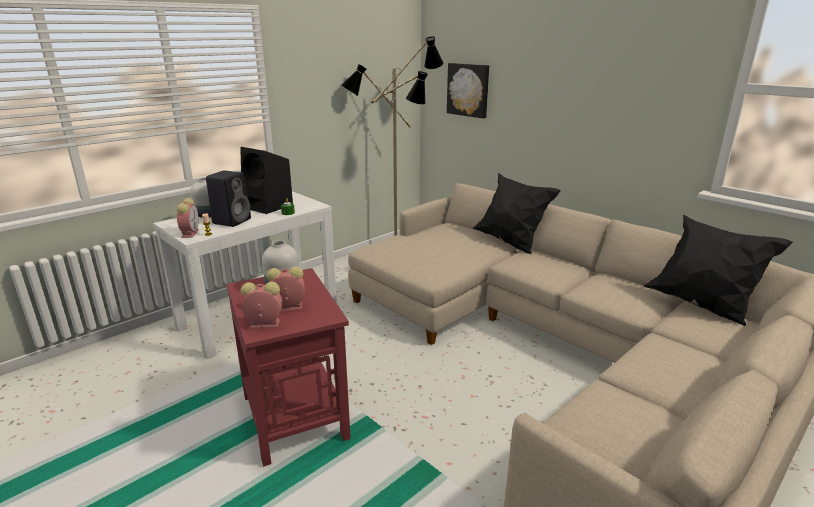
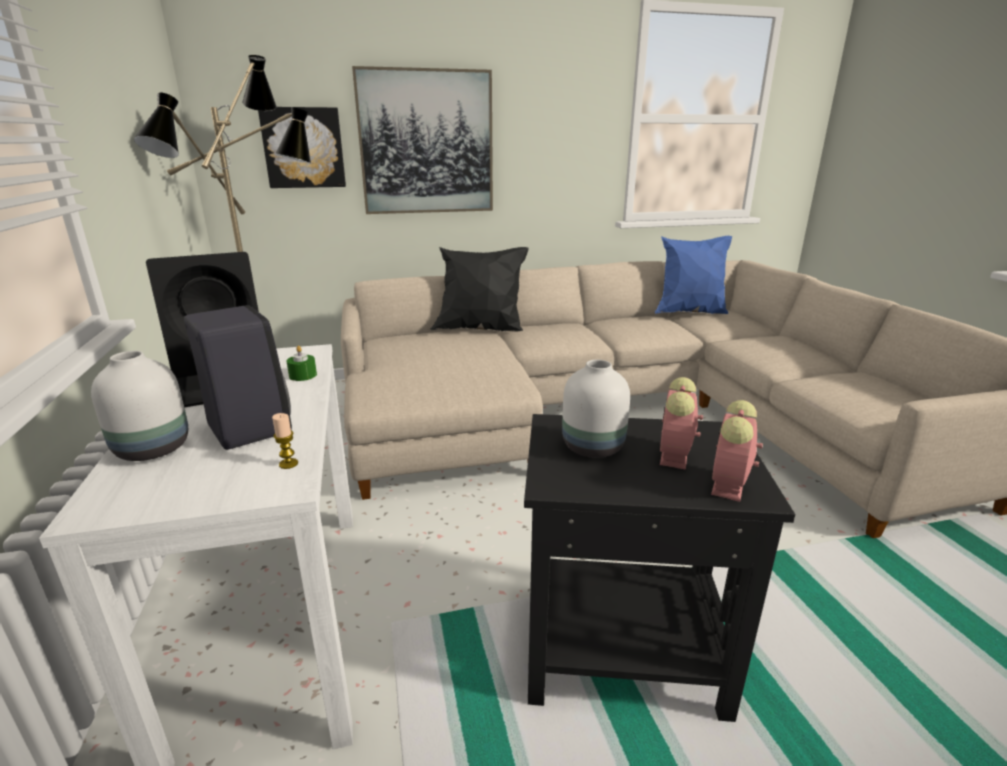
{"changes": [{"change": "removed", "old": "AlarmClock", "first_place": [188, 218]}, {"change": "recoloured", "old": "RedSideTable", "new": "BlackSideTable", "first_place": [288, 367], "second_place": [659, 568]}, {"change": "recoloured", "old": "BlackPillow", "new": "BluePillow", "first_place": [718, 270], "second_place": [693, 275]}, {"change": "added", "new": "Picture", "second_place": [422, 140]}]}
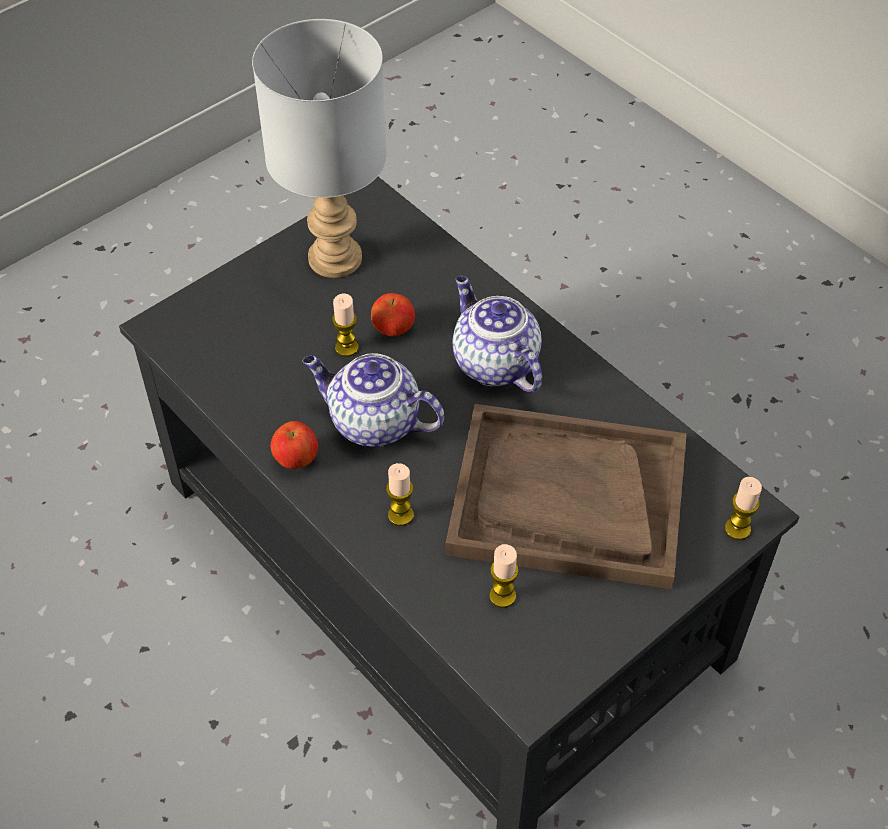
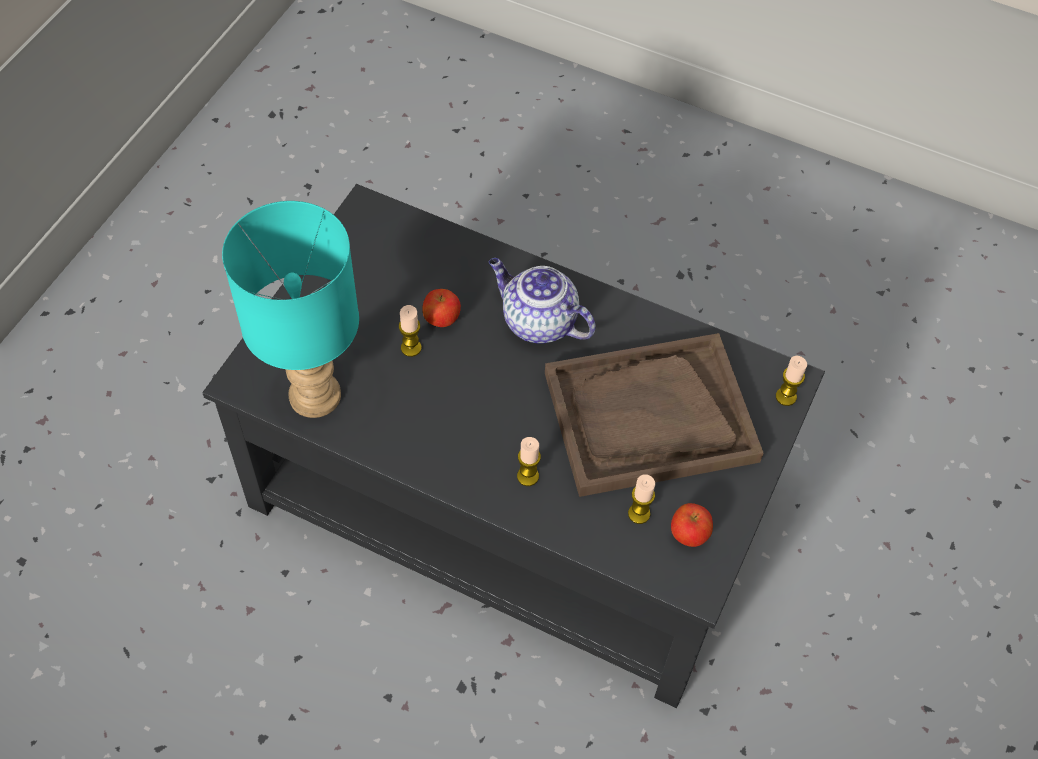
{"changes": [{"change": "removed", "old": "GreyTableLamp", "first_place": [319, 148]}, {"change": "moved", "old": "Apple", "first_place": [294, 445], "second_place": [692, 525]}, {"change": "removed", "old": "Teapot", "first_place": [373, 400]}, {"change": "added", "new": "TurquoiseTableLamp", "second_place": [290, 309]}]}
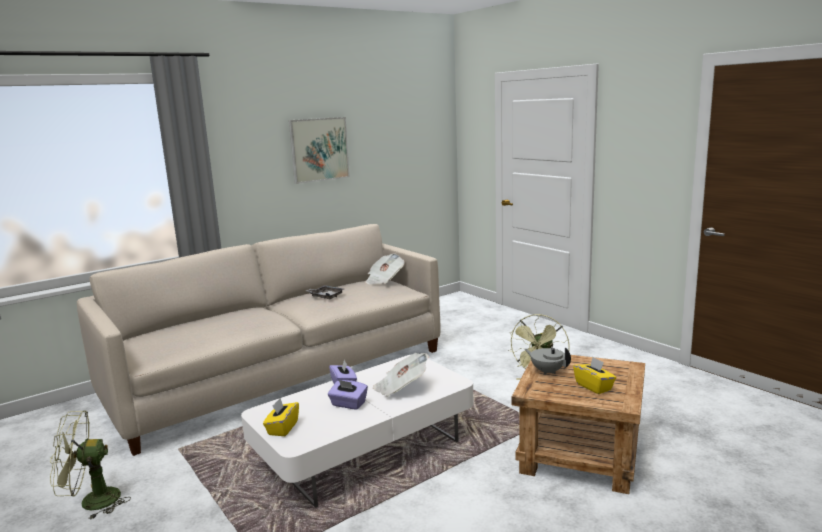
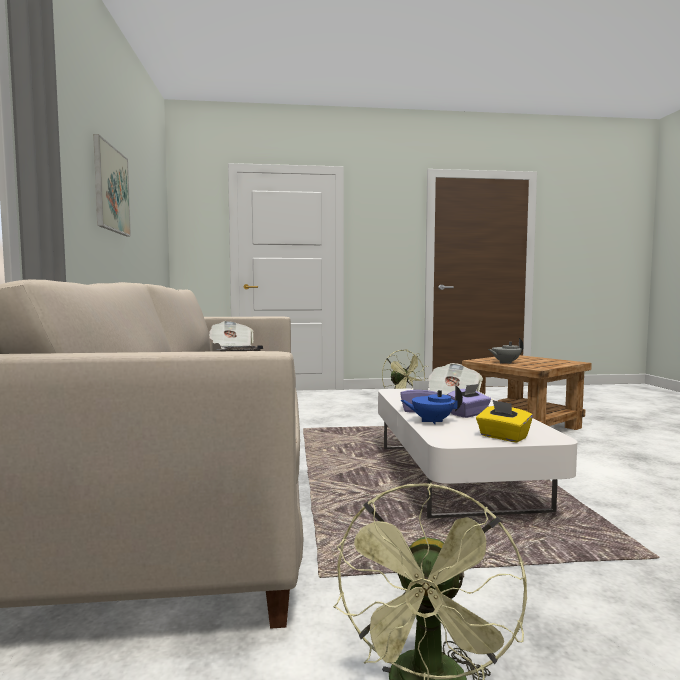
{"changes": [{"change": "removed", "old": "YellowTissueBox", "first_place": [594, 375]}, {"change": "added", "new": "BlueTeapot", "second_place": [432, 404]}]}
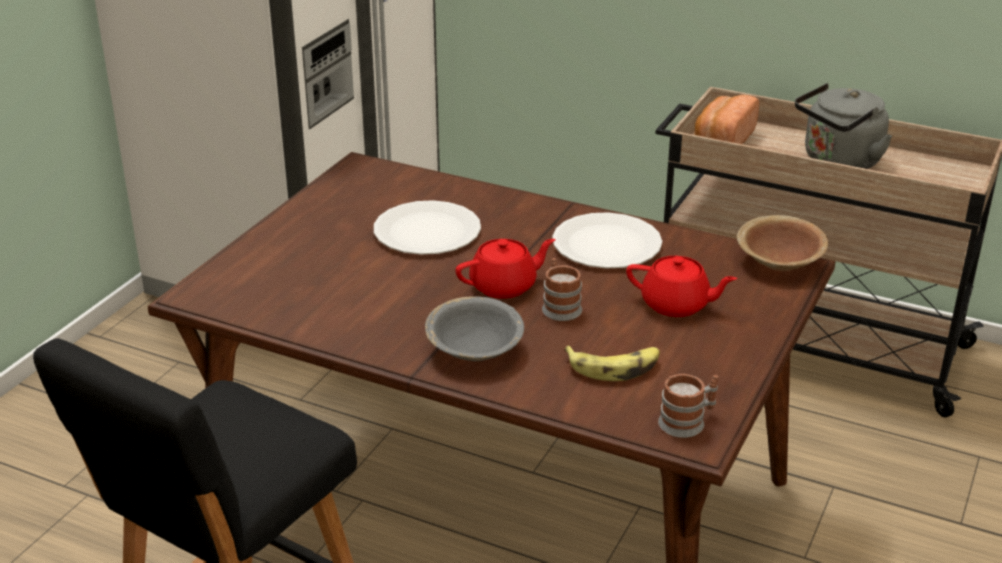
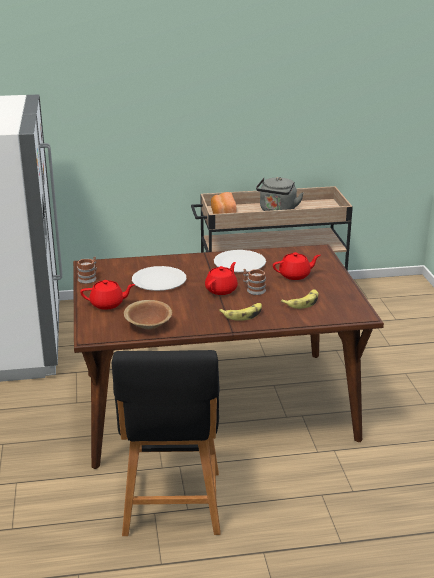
{"changes": [{"change": "replaced", "old": "GreyBowl", "new": "Banana", "first_place": [474, 328], "second_place": [240, 312]}, {"change": "moved", "old": "Mug", "first_place": [688, 406], "second_place": [87, 270]}, {"change": "moved", "old": "BrownBowl", "first_place": [782, 243], "second_place": [148, 315]}, {"change": "added", "new": "RedTeapot", "second_place": [107, 295]}]}
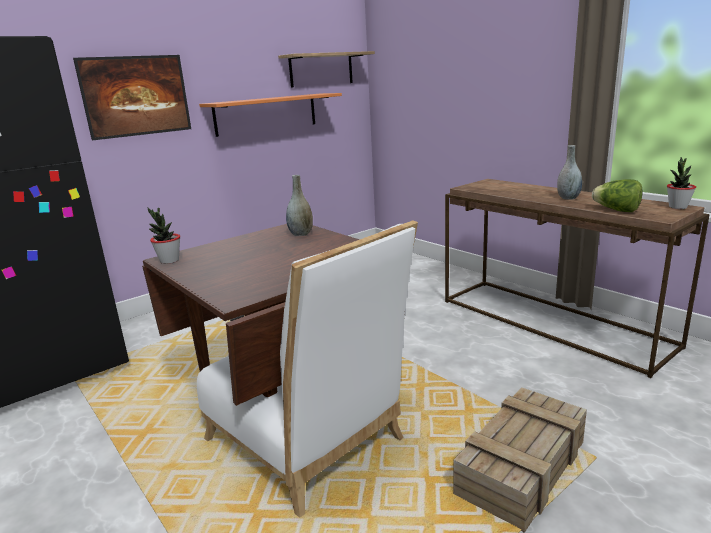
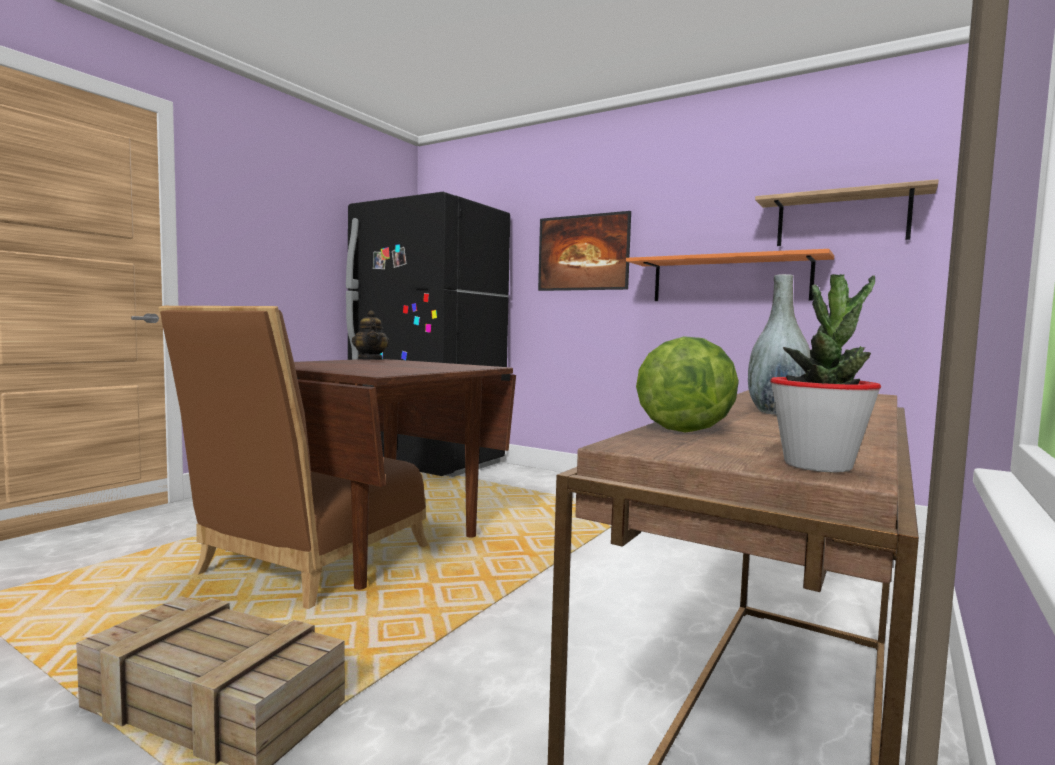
{"changes": [{"change": "replaced", "old": "PottedPlant", "new": "Teapot", "first_place": [164, 236], "second_place": [371, 335]}, {"change": "recoloured", "old": "WhiteChair", "new": "BrownChair", "first_place": [307, 369], "second_place": [293, 457]}, {"change": "removed", "old": "GreyVase", "first_place": [299, 205]}]}
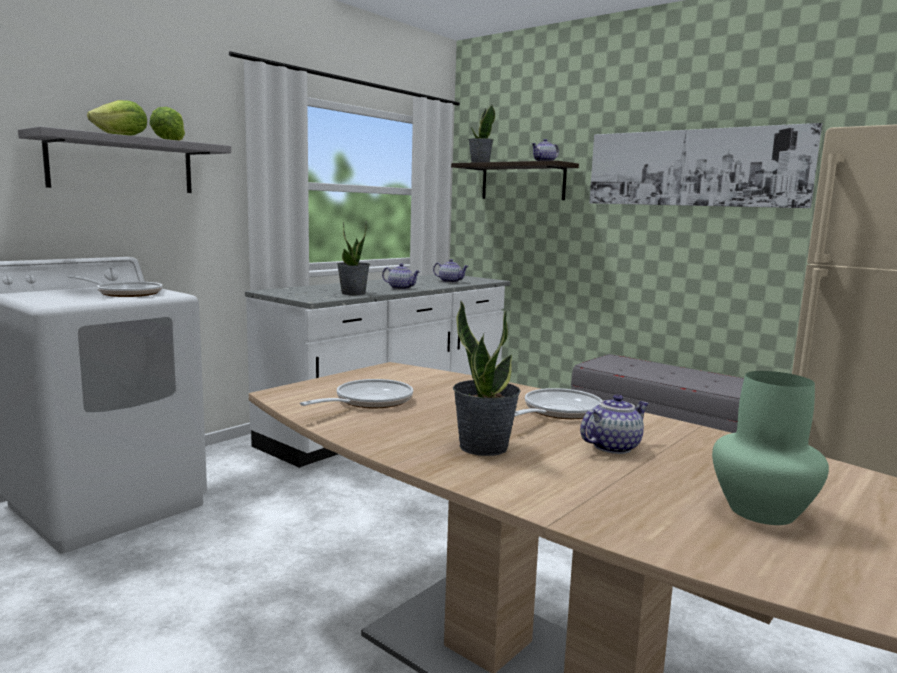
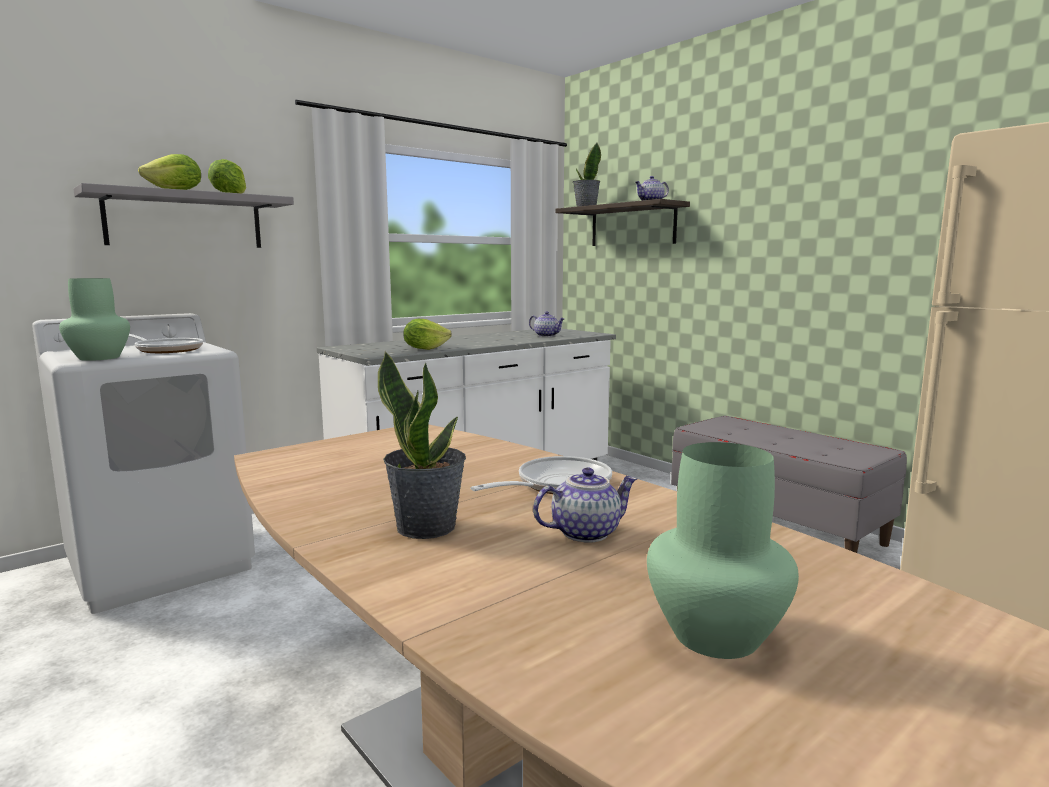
{"changes": [{"change": "removed", "old": "FryingPan", "first_place": [356, 393]}, {"change": "replaced", "old": "PottedPlant", "new": "Lettuce", "first_place": [353, 258], "second_place": [427, 334]}, {"change": "removed", "old": "Teapot", "first_place": [401, 276]}, {"change": "removed", "old": "Picture", "first_place": [705, 165]}, {"change": "added", "new": "GreenVase", "second_place": [94, 319]}]}
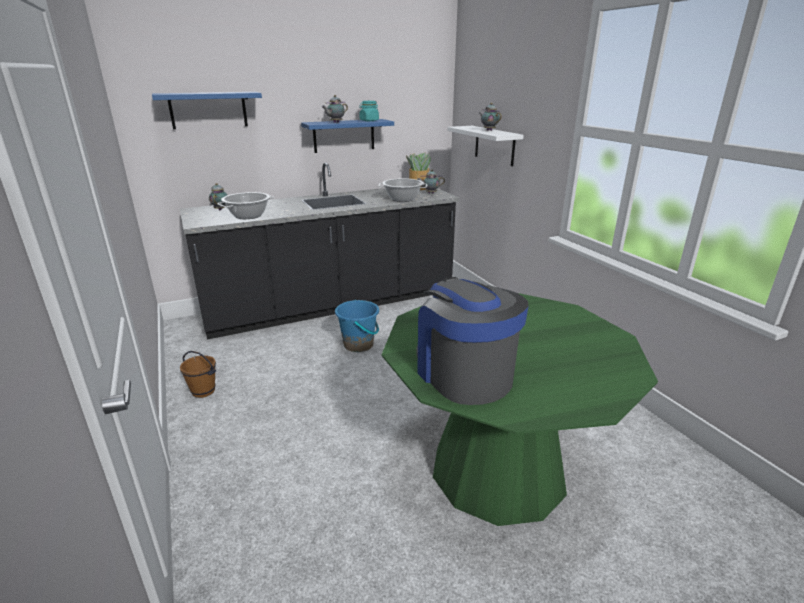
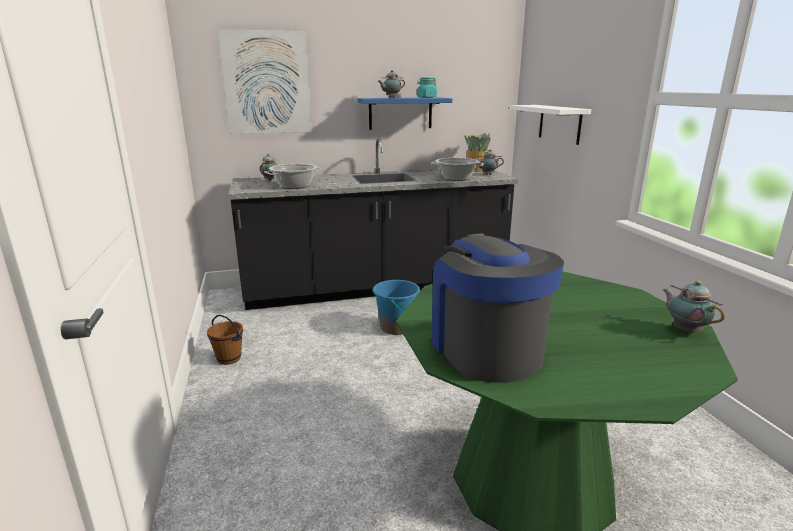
{"changes": [{"change": "replaced", "old": "BlueShelf", "new": "Picture", "first_place": [207, 110], "second_place": [265, 81]}, {"change": "moved", "old": "Teapot", "first_place": [490, 117], "second_place": [694, 307]}]}
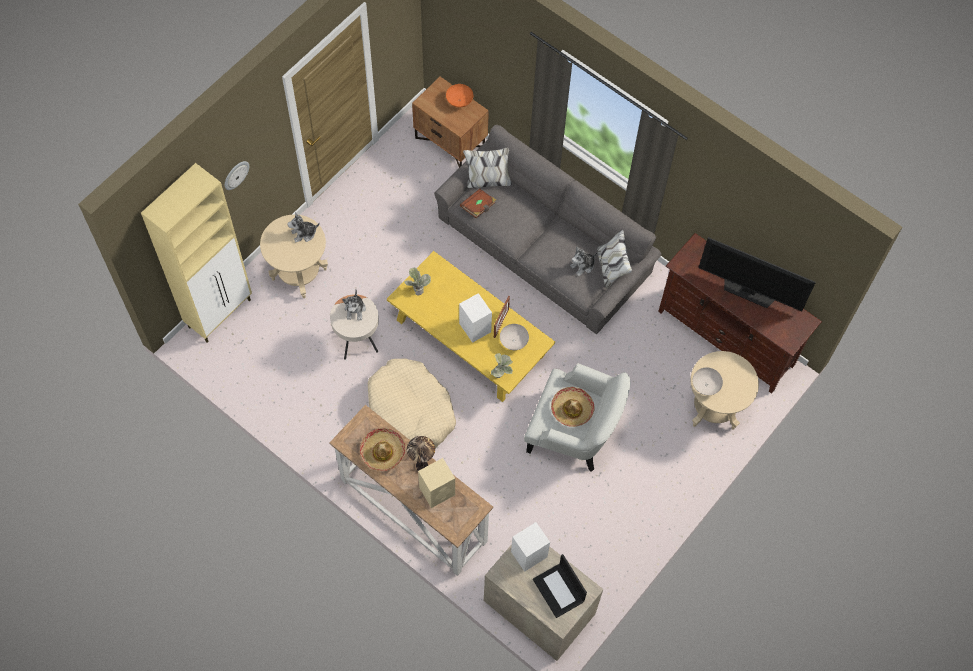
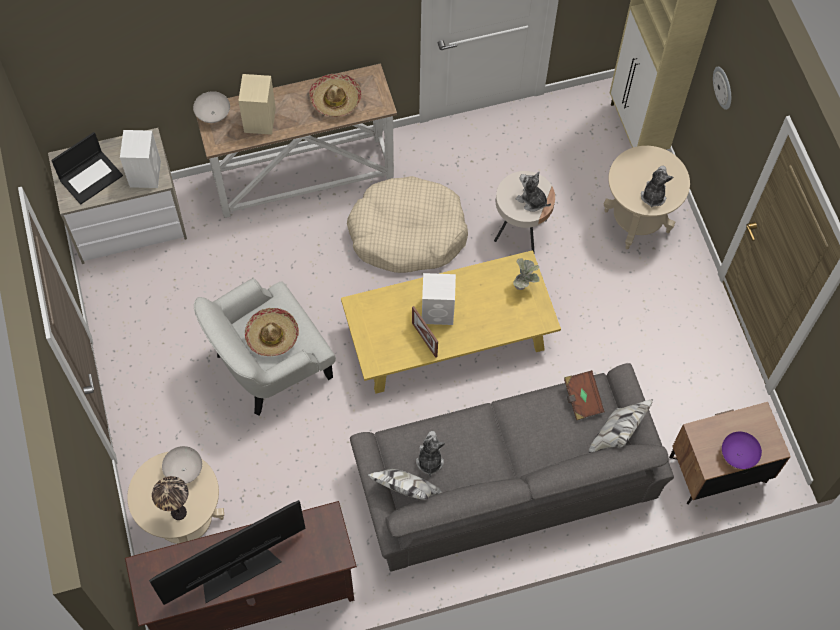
{"changes": [{"change": "moved", "old": "TableLamp", "first_place": [421, 453], "second_place": [170, 498]}, {"change": "recoloured", "old": "OrangeBowl", "new": "PurpleBowl", "first_place": [459, 95], "second_place": [742, 450]}, {"change": "removed", "old": "PottedPlant", "first_place": [502, 365]}, {"change": "moved", "old": "WhiteBowl", "first_place": [514, 337], "second_place": [211, 107]}, {"change": "turned", "old": "Laptop", "first_place": [560, 586], "second_place": [87, 168], "degrees": 135}]}
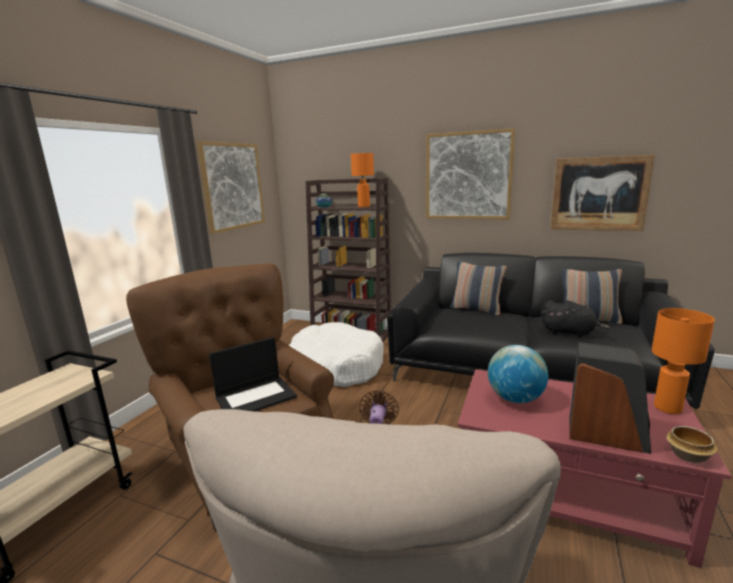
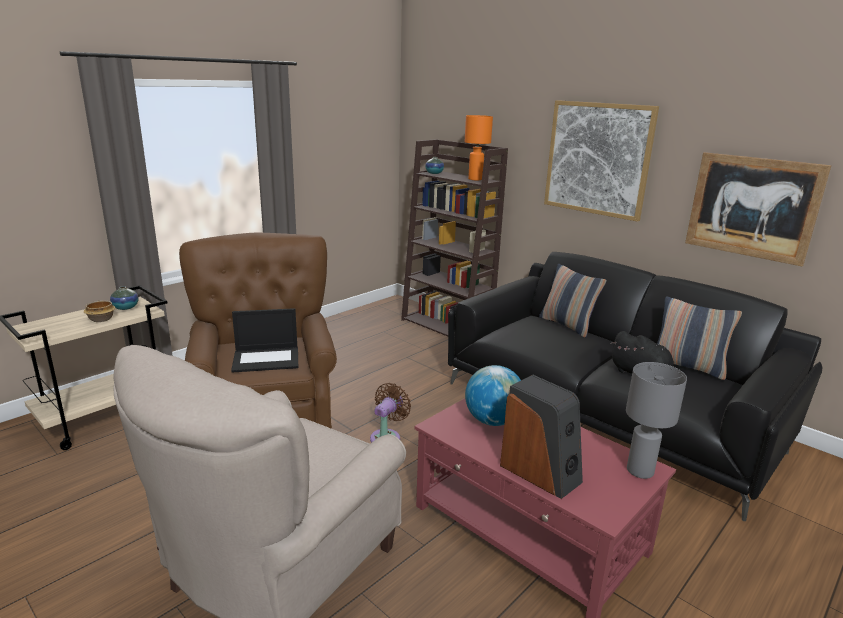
{"changes": [{"change": "removed", "old": "Picture", "first_place": [231, 187]}, {"change": "removed", "old": "WhiteDogBed", "first_place": [336, 354]}, {"change": "recoloured", "old": "OrangeTableLamp", "new": "GreyTableLamp", "first_place": [683, 361], "second_place": [656, 420]}, {"change": "moved", "old": "Bowl", "first_place": [691, 444], "second_place": [99, 311]}, {"change": "added", "new": "Vase", "second_place": [124, 298]}]}
